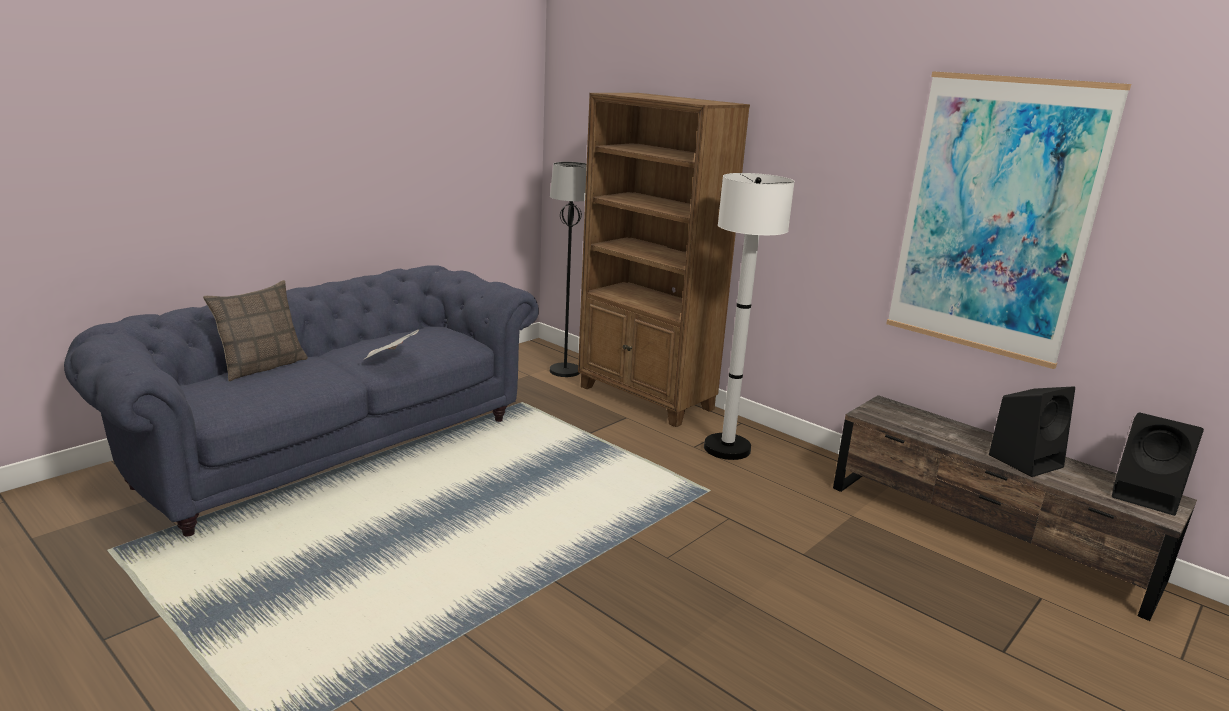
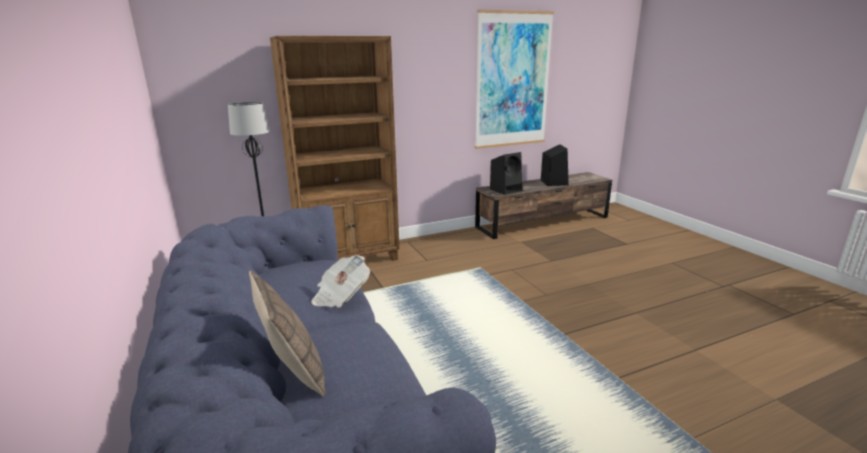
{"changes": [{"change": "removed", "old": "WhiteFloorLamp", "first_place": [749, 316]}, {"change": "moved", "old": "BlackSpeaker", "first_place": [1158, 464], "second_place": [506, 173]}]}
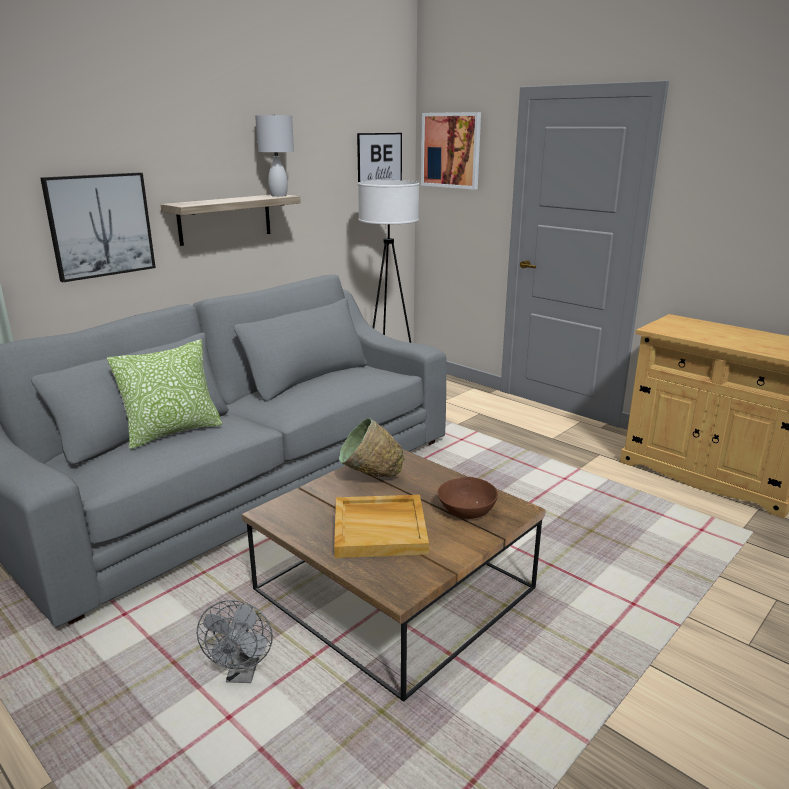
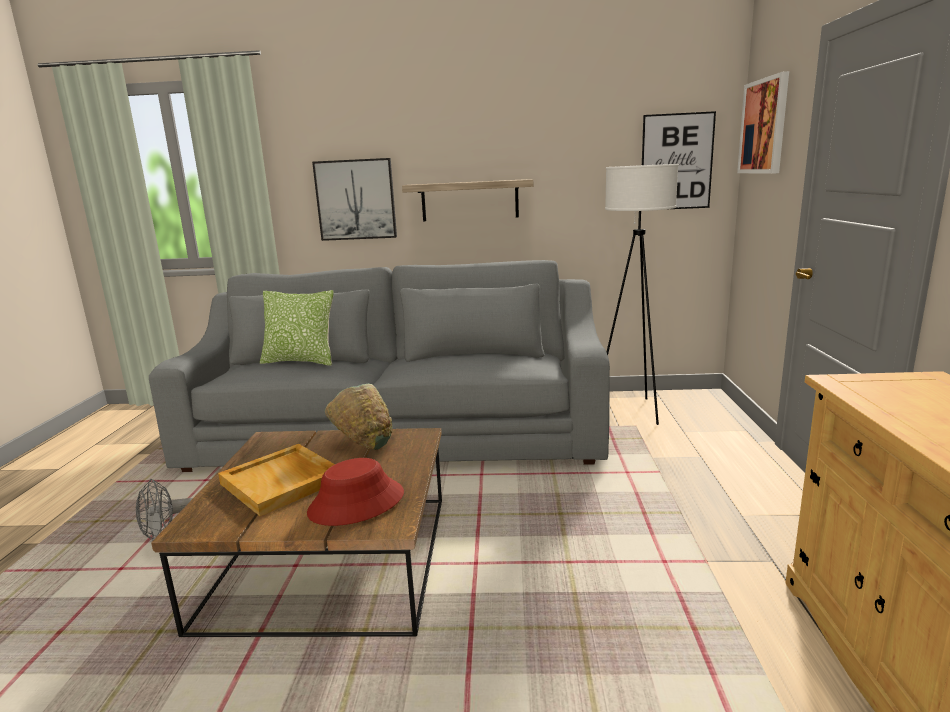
{"changes": [{"change": "removed", "old": "WhiteTableLamp", "first_place": [274, 155]}, {"change": "replaced", "old": "BrownBowl", "new": "RedHat", "first_place": [468, 498], "second_place": [355, 492]}]}
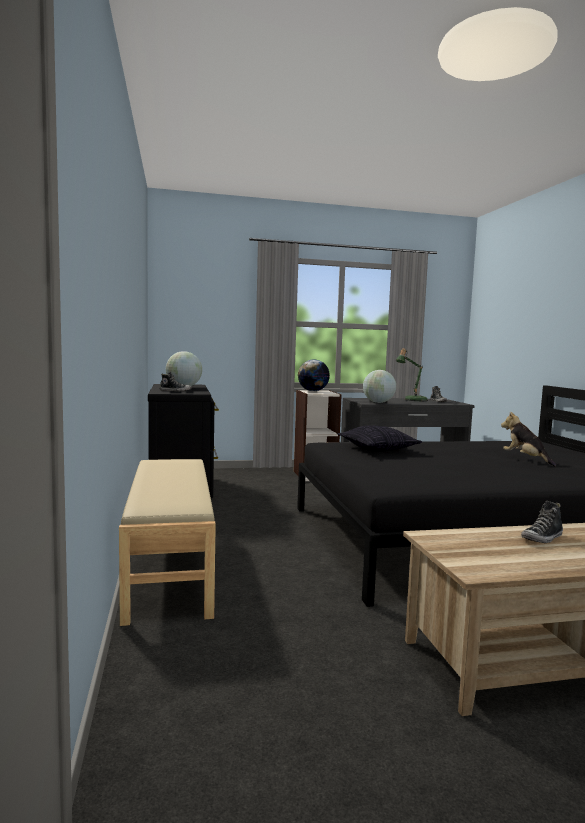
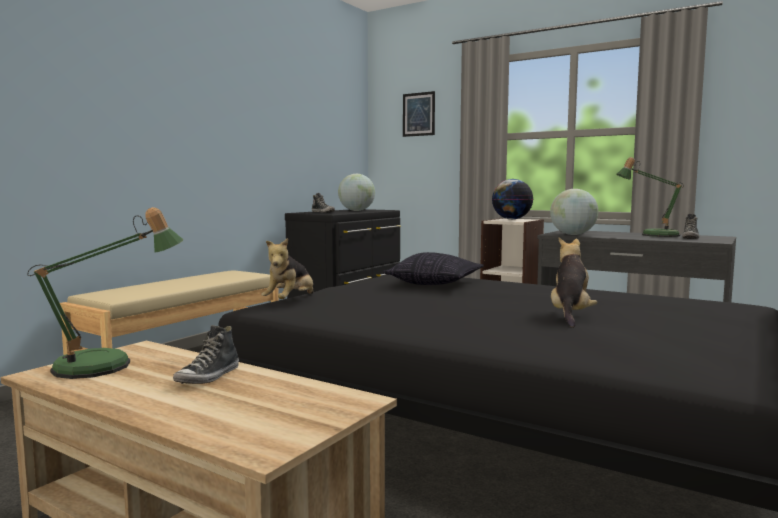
{"changes": [{"change": "turned", "old": "Shoe", "first_place": [542, 522], "second_place": [206, 354], "degrees": -75}, {"change": "added", "new": "TableLamp", "second_place": [105, 293]}, {"change": "added", "new": "PlushToy", "second_place": [287, 268]}, {"change": "added", "new": "Picture", "second_place": [419, 114]}]}
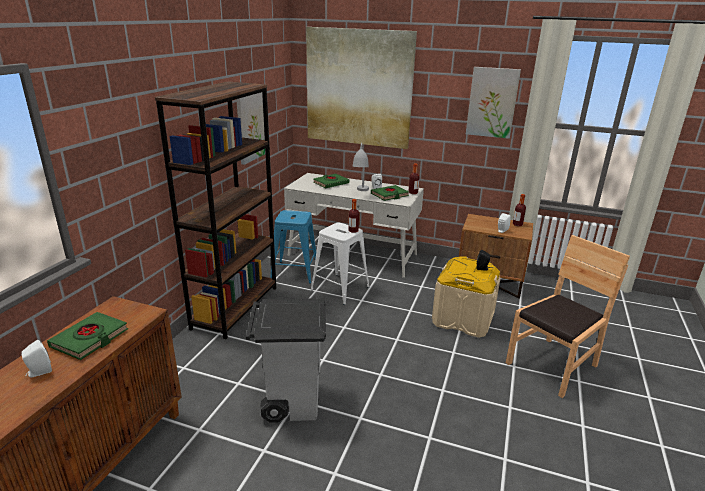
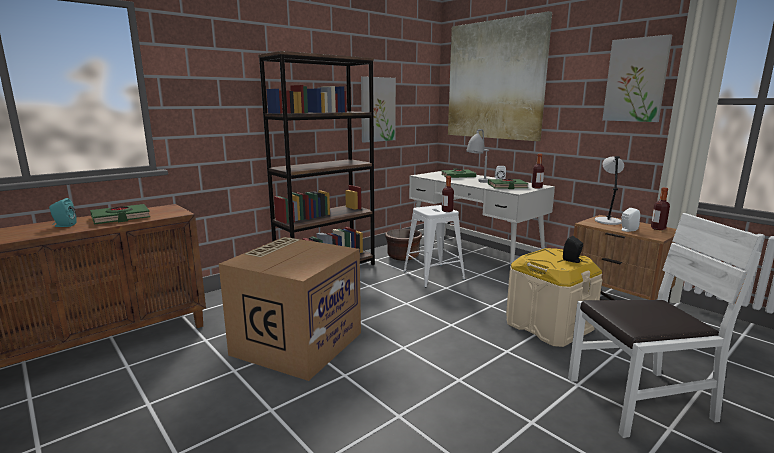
{"changes": [{"change": "recoloured", "old": "WhiteSpeaker", "new": "TurquoiseSpeaker", "first_place": [36, 359], "second_place": [63, 212]}, {"change": "replaced", "old": "GreyTrashCan", "new": "CardboardBox", "first_place": [286, 360], "second_place": [290, 309]}, {"change": "replaced", "old": "BlueStool", "new": "BrownPlanter", "first_place": [293, 247], "second_place": [403, 245]}, {"change": "recoloured", "old": "BrownChair", "new": "WhiteChair", "first_place": [568, 316], "second_place": [665, 325]}, {"change": "added", "new": "GreyTableLamp", "second_place": [609, 190]}]}
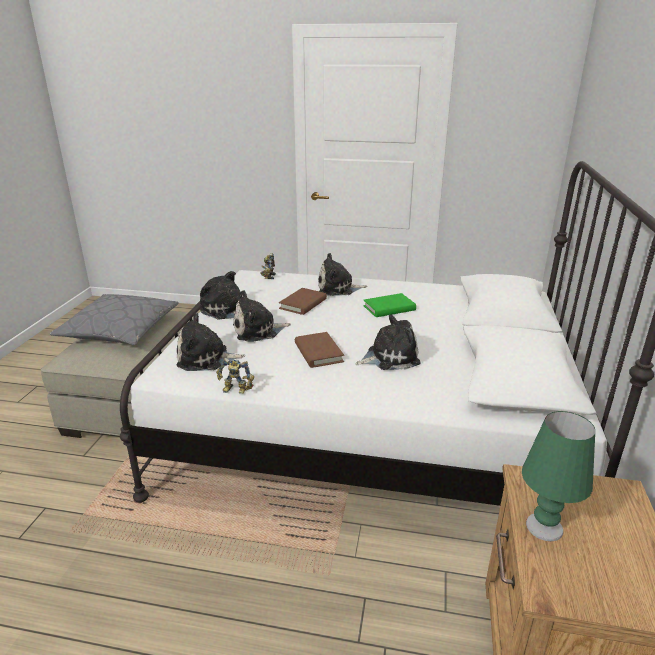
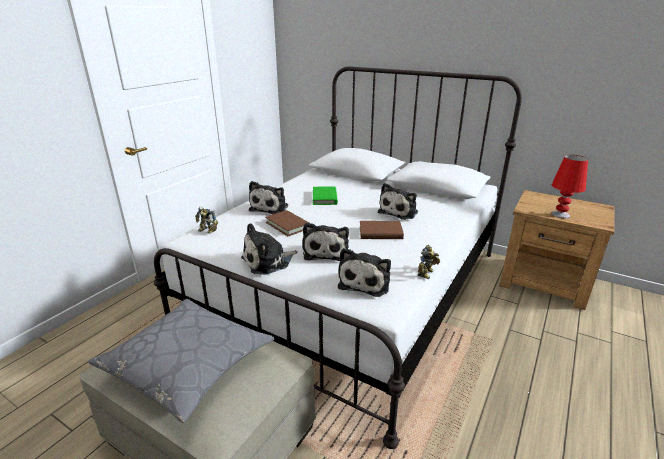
{"changes": [{"change": "turned", "old": "PlushToy", "first_place": [388, 342], "second_place": [398, 201], "degrees": -150}, {"change": "recoloured", "old": "GreenTableLamp", "new": "RedTableLamp", "first_place": [558, 476], "second_place": [570, 186]}]}
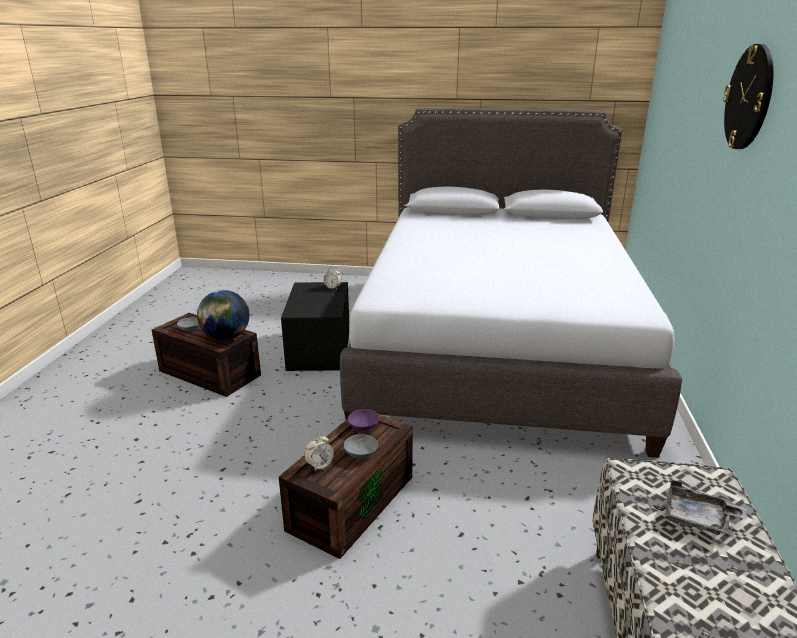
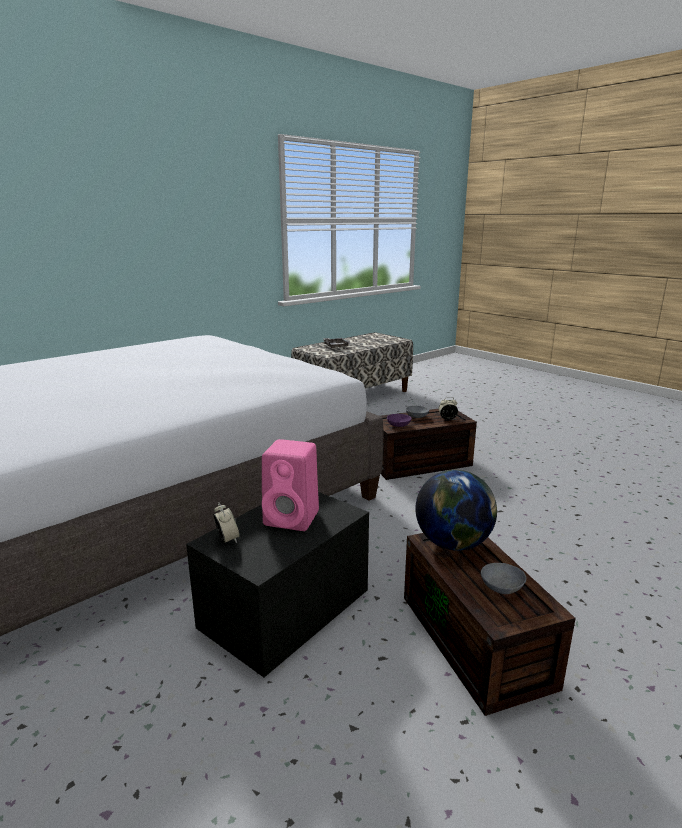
{"changes": [{"change": "removed", "old": "WallClock", "first_place": [748, 96]}, {"change": "added", "new": "PinkSpeaker", "second_place": [290, 485]}]}
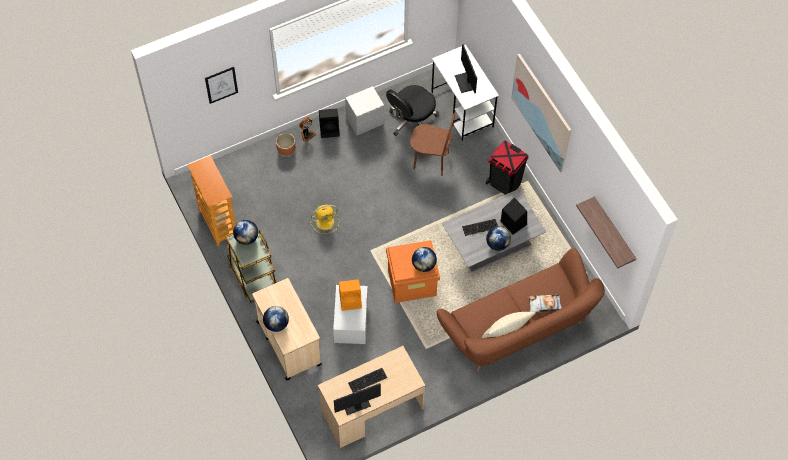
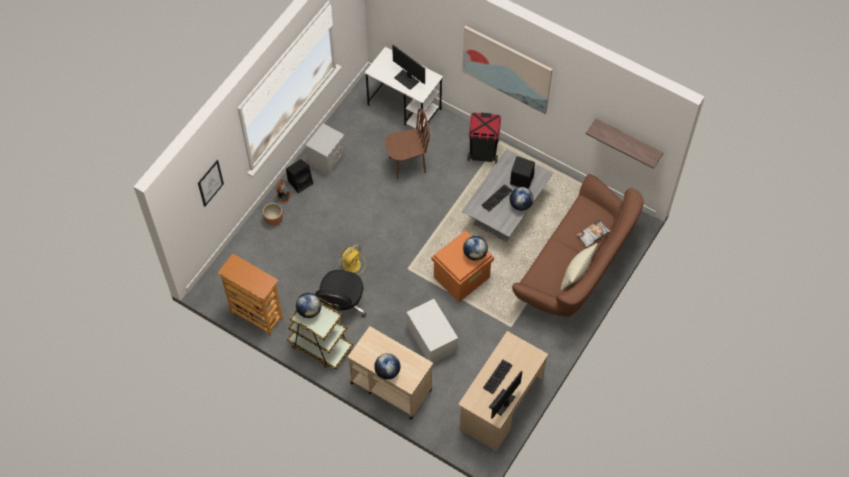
{"changes": [{"change": "removed", "old": "OrangeSpeaker", "first_place": [350, 295]}, {"change": "moved", "old": "BlackOfficeChair", "first_place": [412, 110], "second_place": [340, 294]}]}
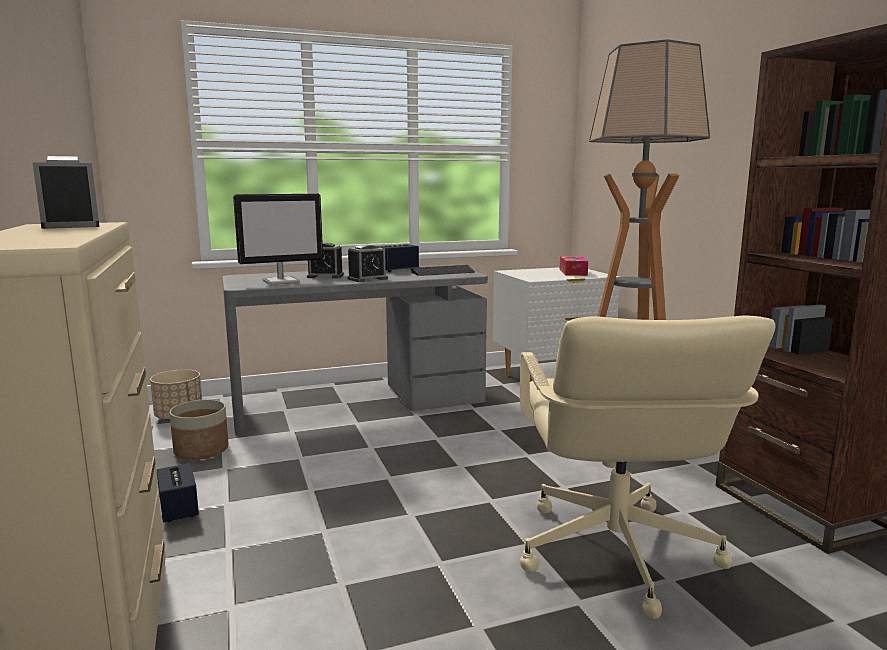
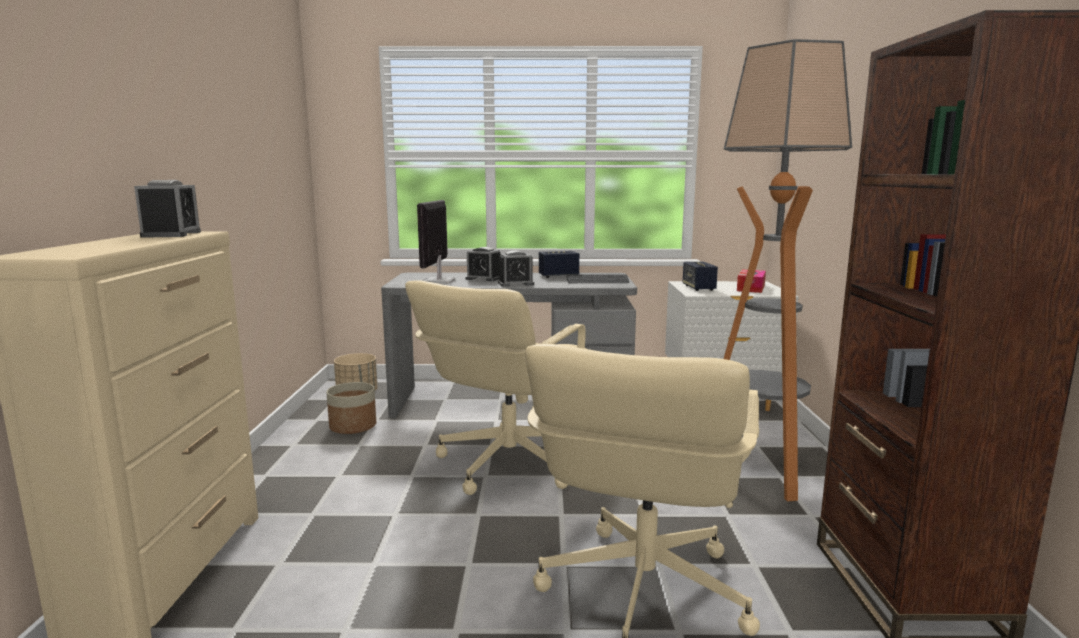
{"changes": [{"change": "moved", "old": "Speaker", "first_place": [178, 492], "second_place": [700, 276]}, {"change": "turned", "old": "Monitor", "first_place": [278, 239], "second_place": [436, 242], "degrees": 105}, {"change": "added", "new": "BeigeOfficeChair", "second_place": [495, 387]}]}
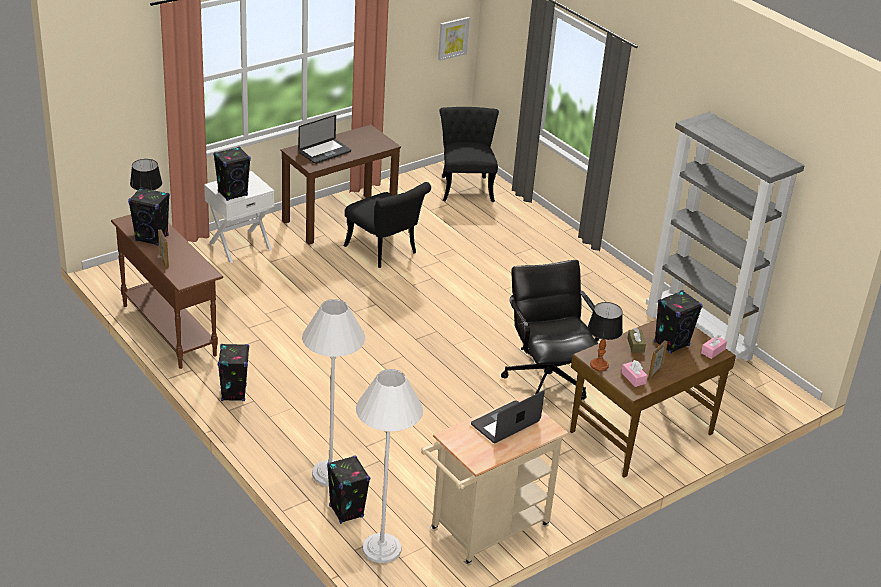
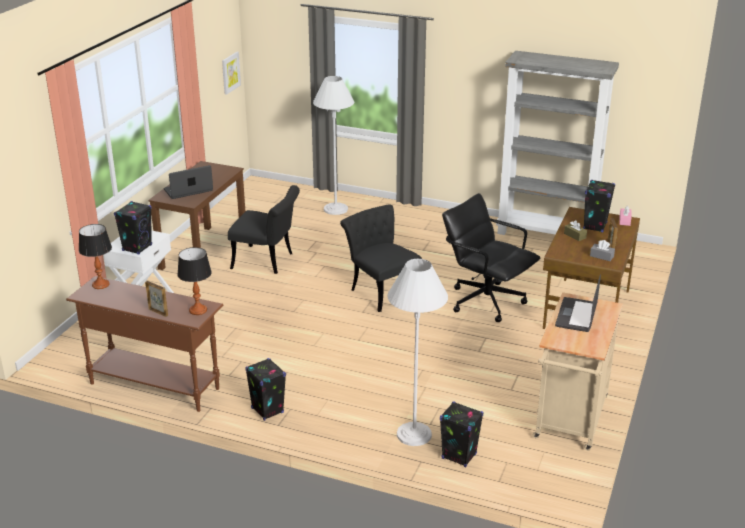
{"changes": [{"change": "removed", "old": "BlackSpeaker", "first_place": [149, 216]}, {"change": "turned", "old": "Laptop", "first_place": [324, 139], "second_place": [188, 182], "degrees": -135}, {"change": "moved", "old": "WhiteFloorLamp", "first_place": [389, 466], "second_place": [333, 145]}, {"change": "moved", "old": "BlackChair", "first_place": [469, 154], "second_place": [381, 258]}, {"change": "moved", "old": "TableLamp", "first_place": [605, 336], "second_place": [194, 281]}, {"change": "recoloured", "old": "PinkTissueBox", "new": "GreyTissueBox", "first_place": [634, 373], "second_place": [602, 250]}]}
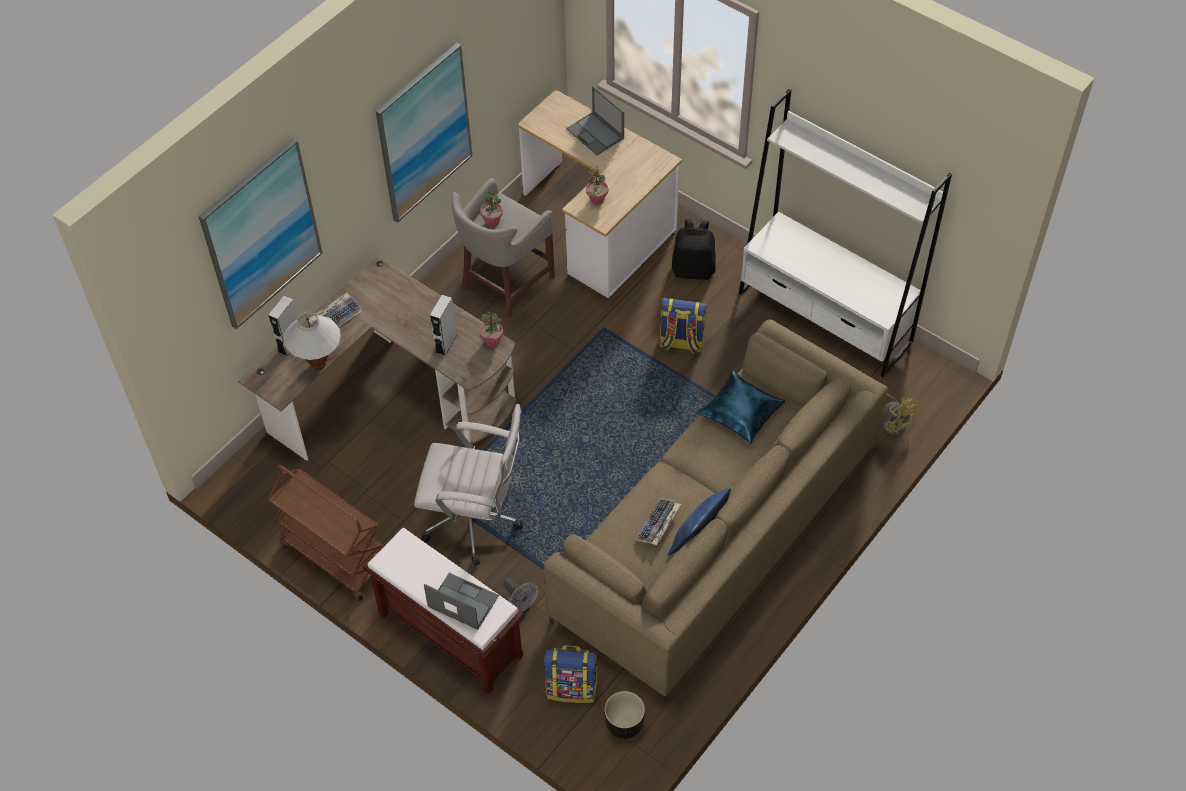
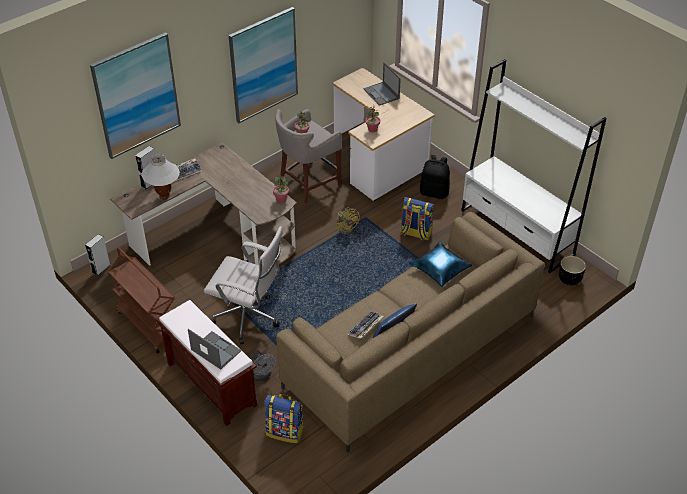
{"changes": [{"change": "moved", "old": "GreySpeaker", "first_place": [443, 325], "second_place": [97, 255]}, {"change": "moved", "old": "BlackPlanter", "first_place": [624, 715], "second_place": [572, 270]}, {"change": "moved", "old": "YellowFan", "first_place": [901, 414], "second_place": [347, 221]}]}
